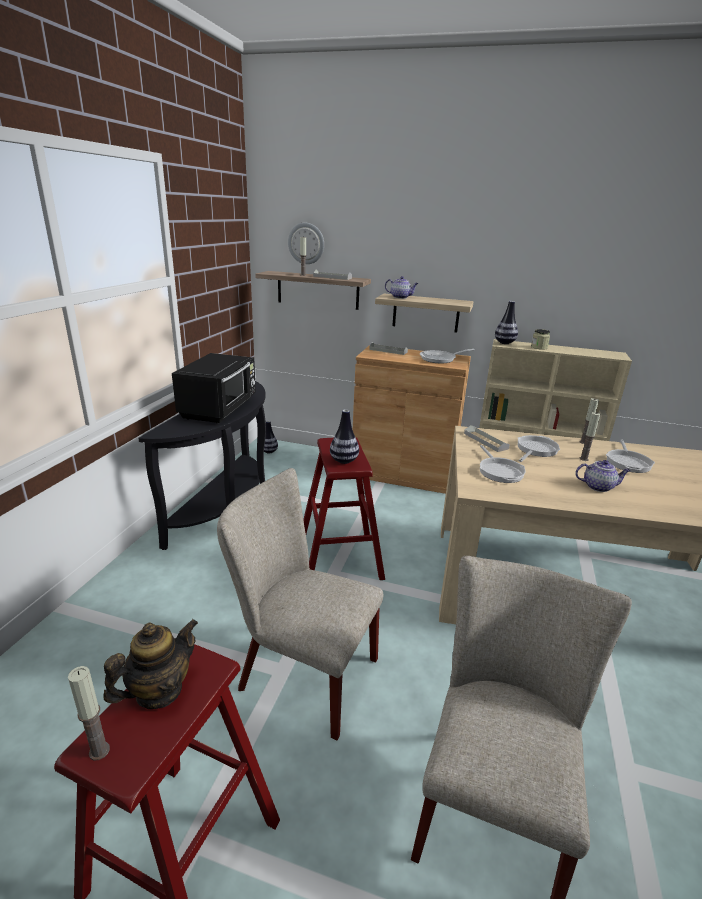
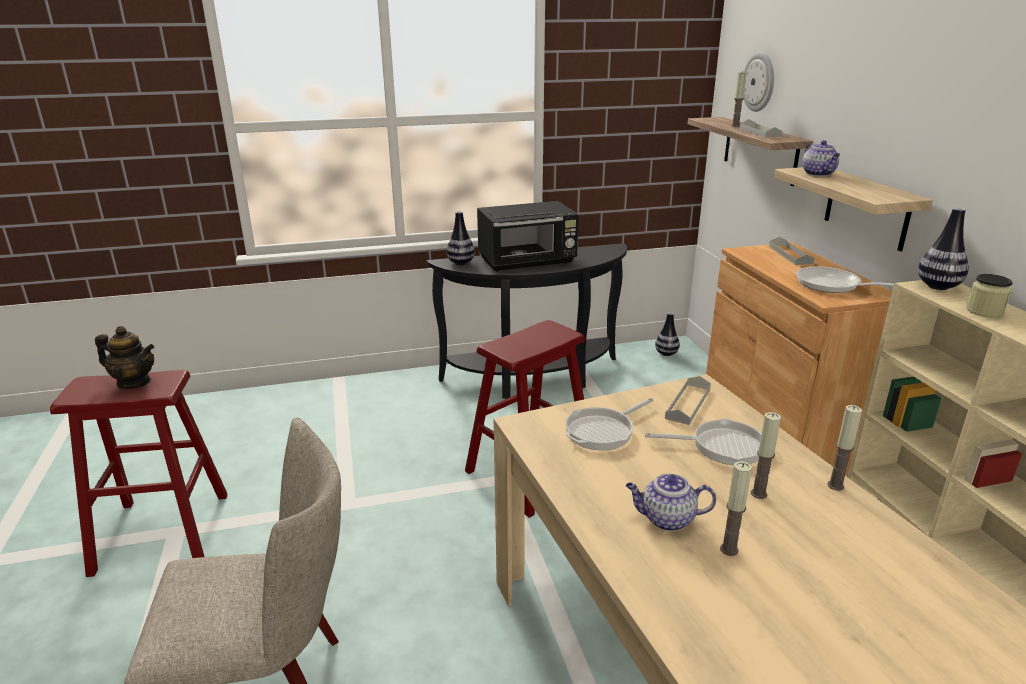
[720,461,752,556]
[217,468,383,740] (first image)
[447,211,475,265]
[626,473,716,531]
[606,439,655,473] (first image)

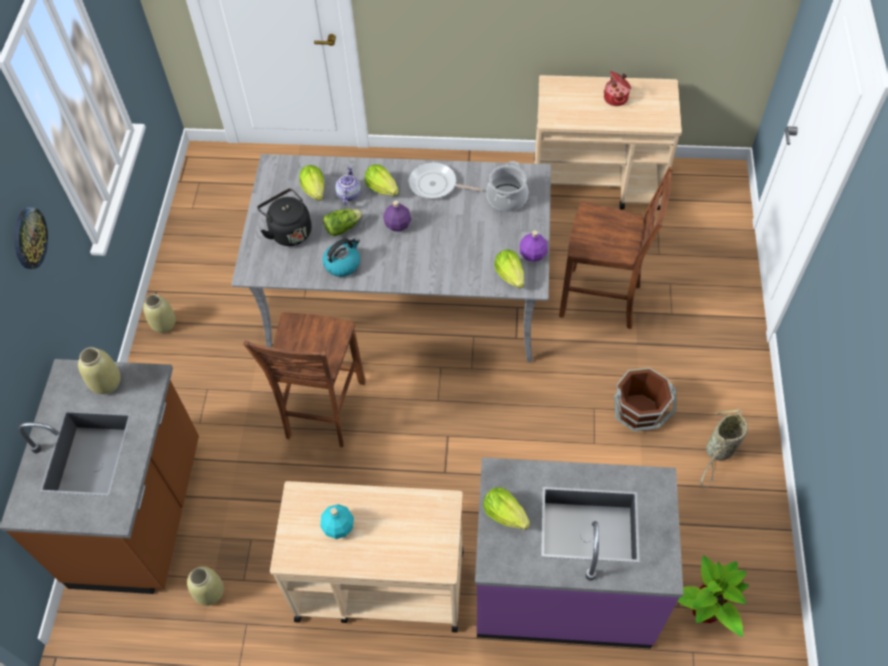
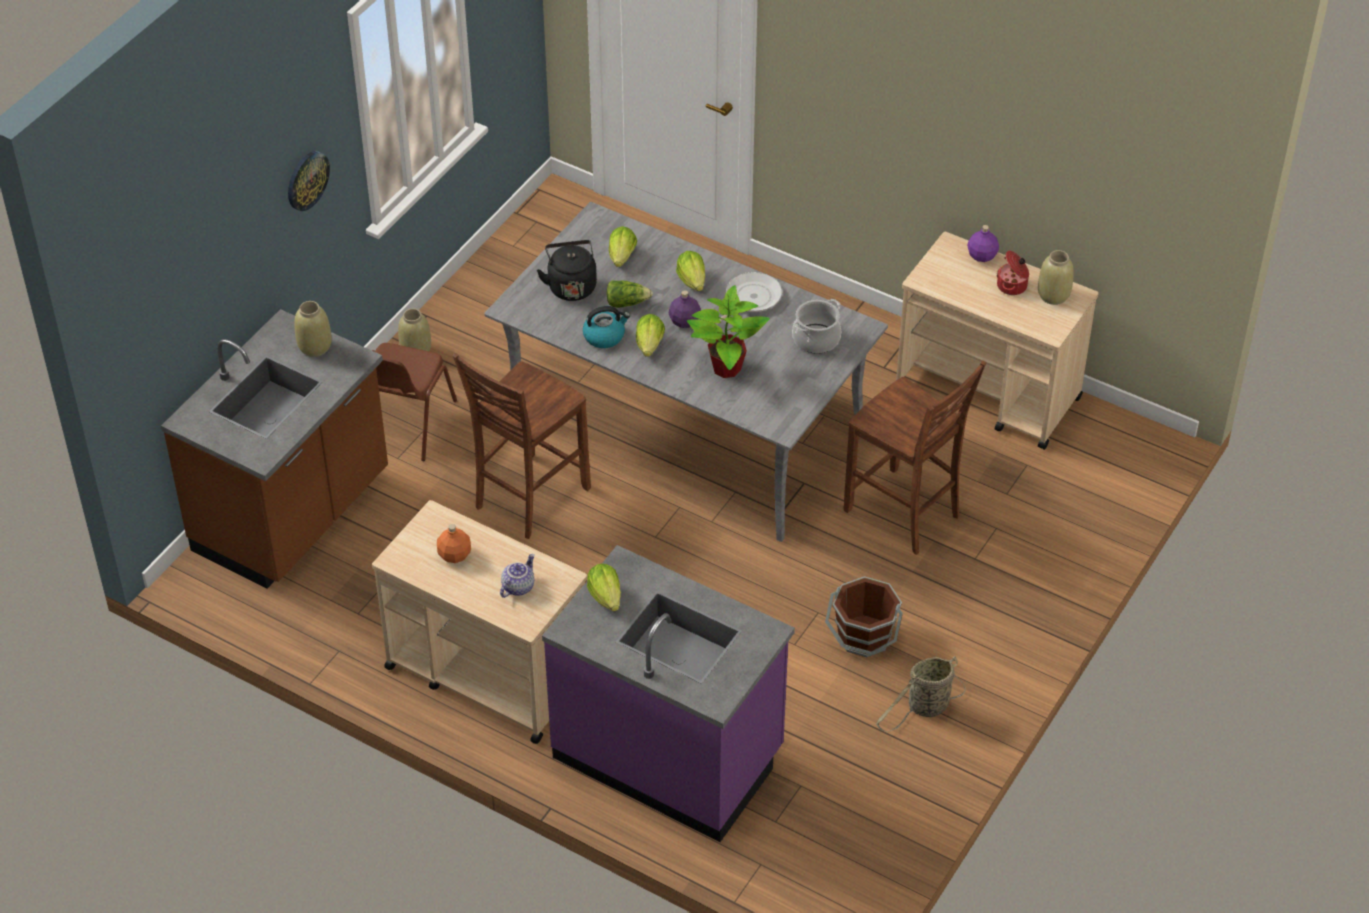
[1038,250,1074,305]
[437,524,471,563]
[500,554,535,598]
[714,272,782,325]
[636,314,665,357]
[967,225,999,262]
[687,285,770,378]
[372,343,457,461]

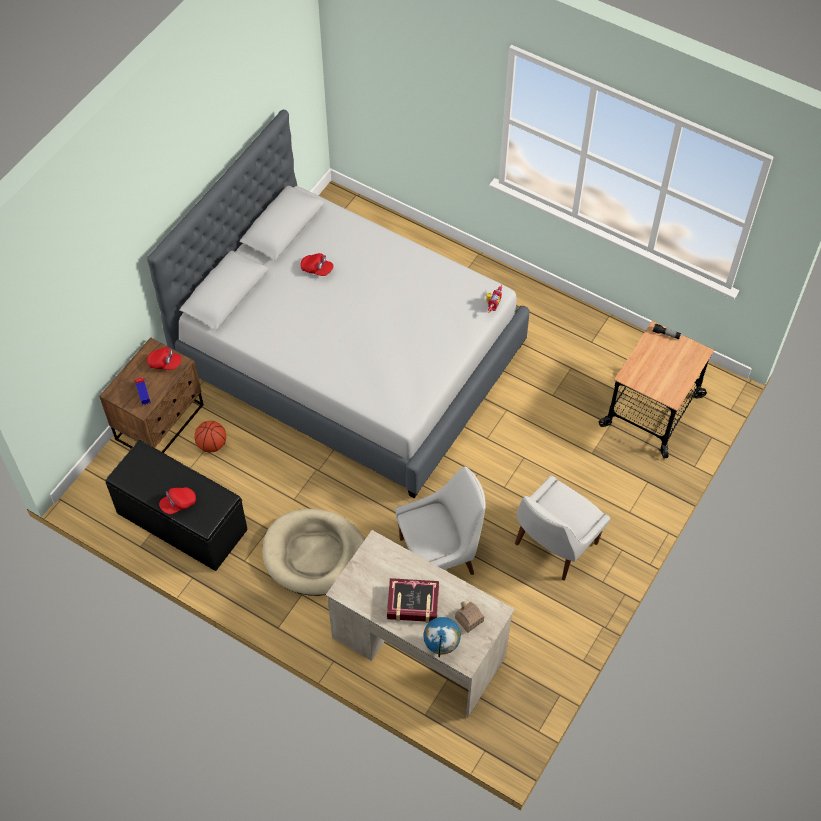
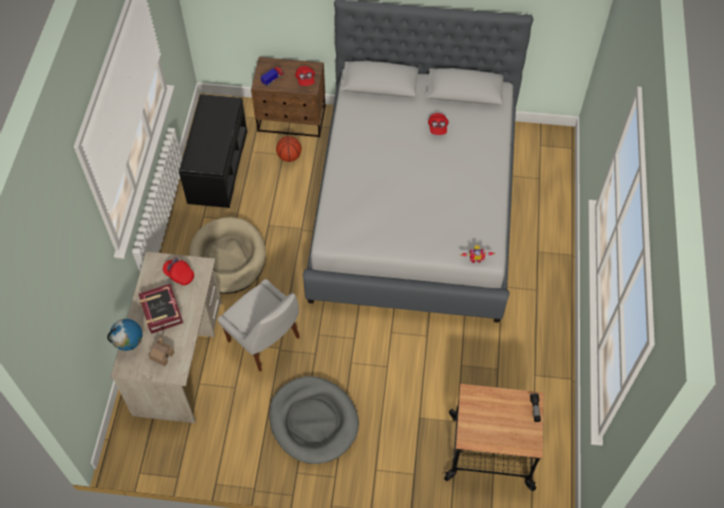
[163,258,194,285]
[269,376,359,464]

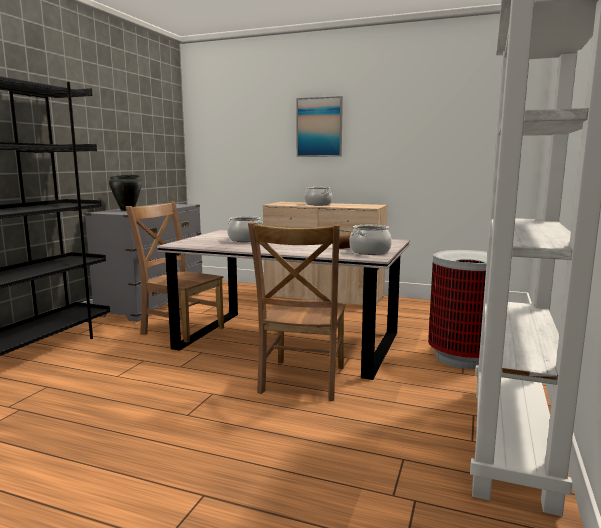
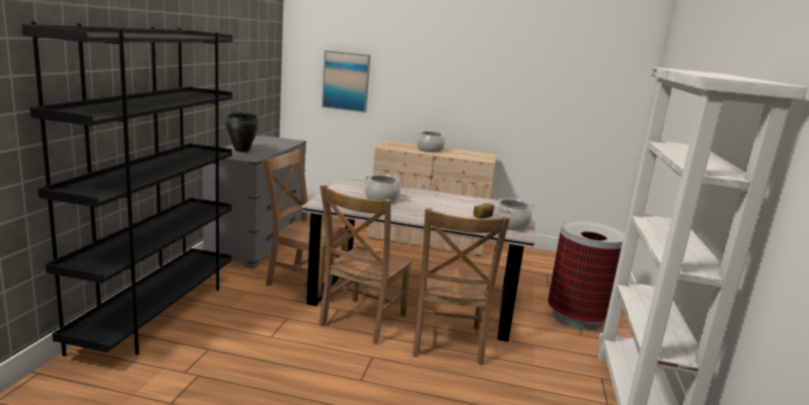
[322,50,370,113]
[319,185,412,344]

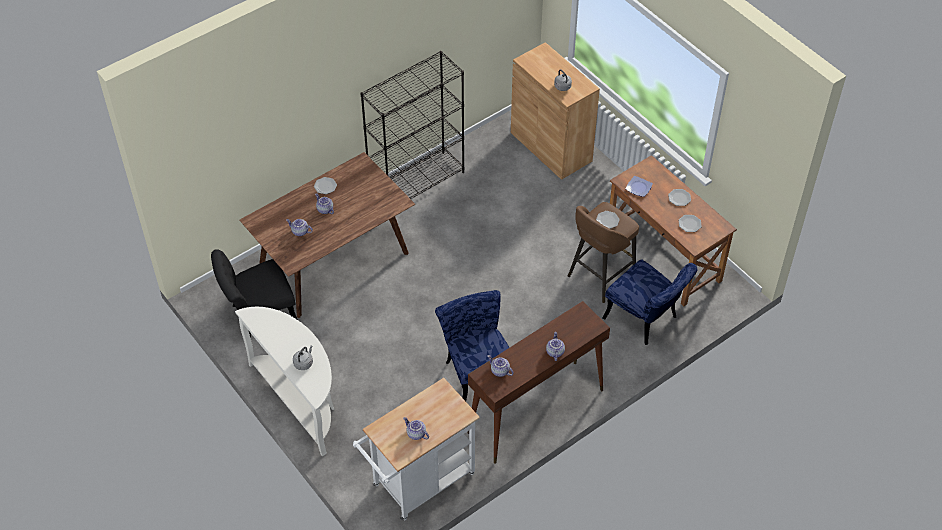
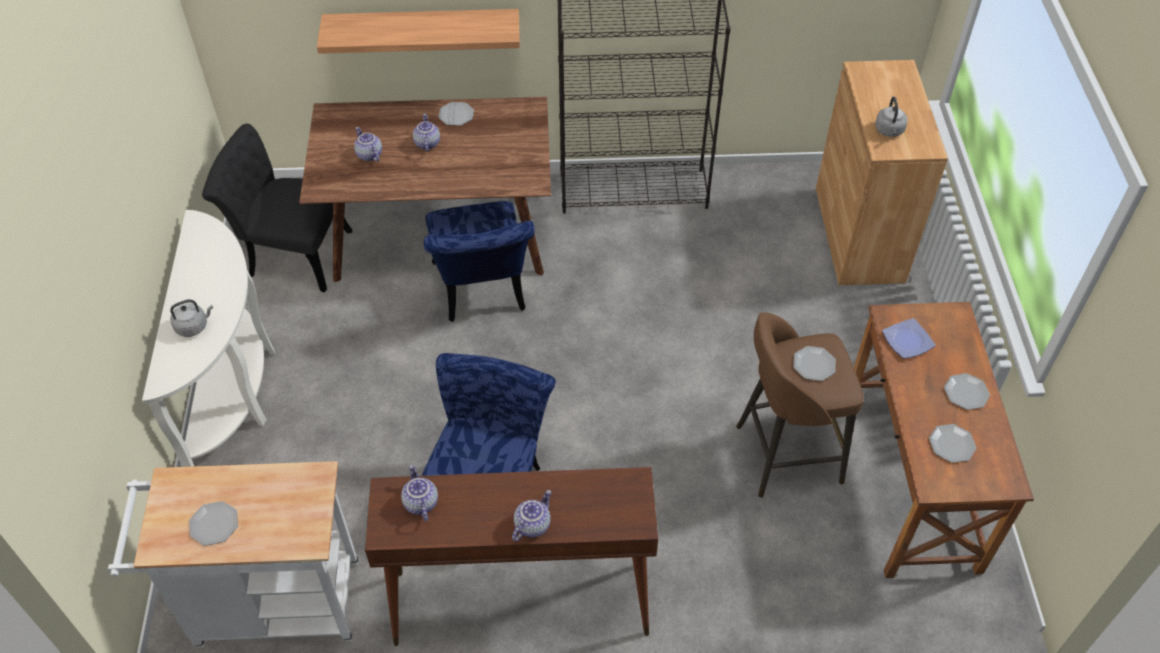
[189,501,238,546]
[424,201,535,322]
[317,9,520,54]

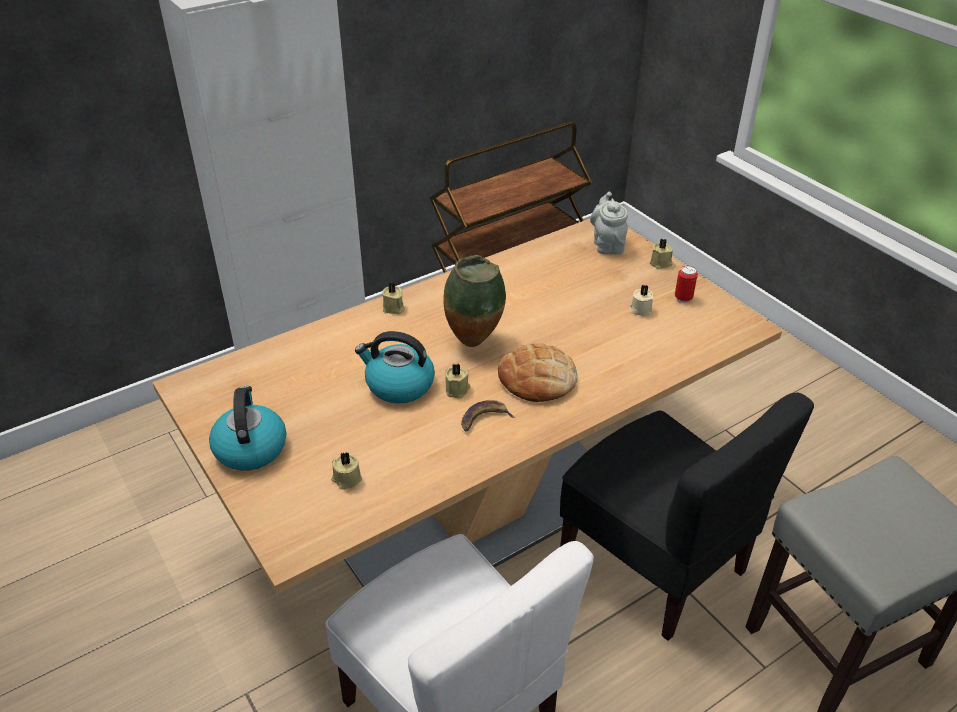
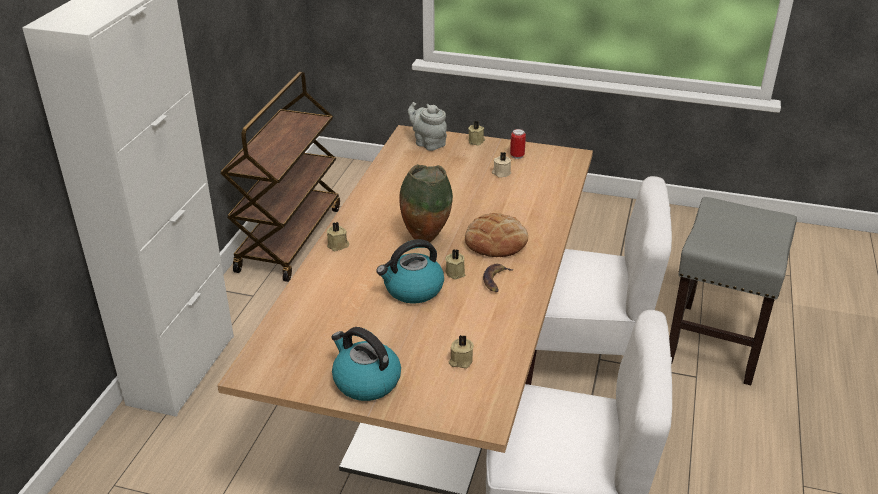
[525,176,672,385]

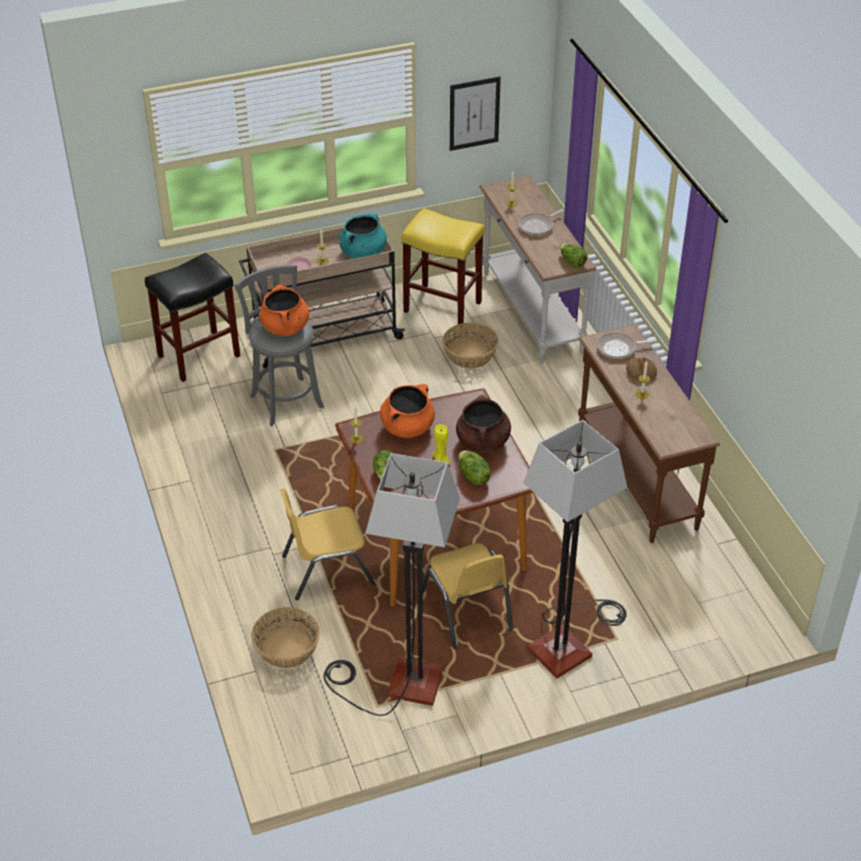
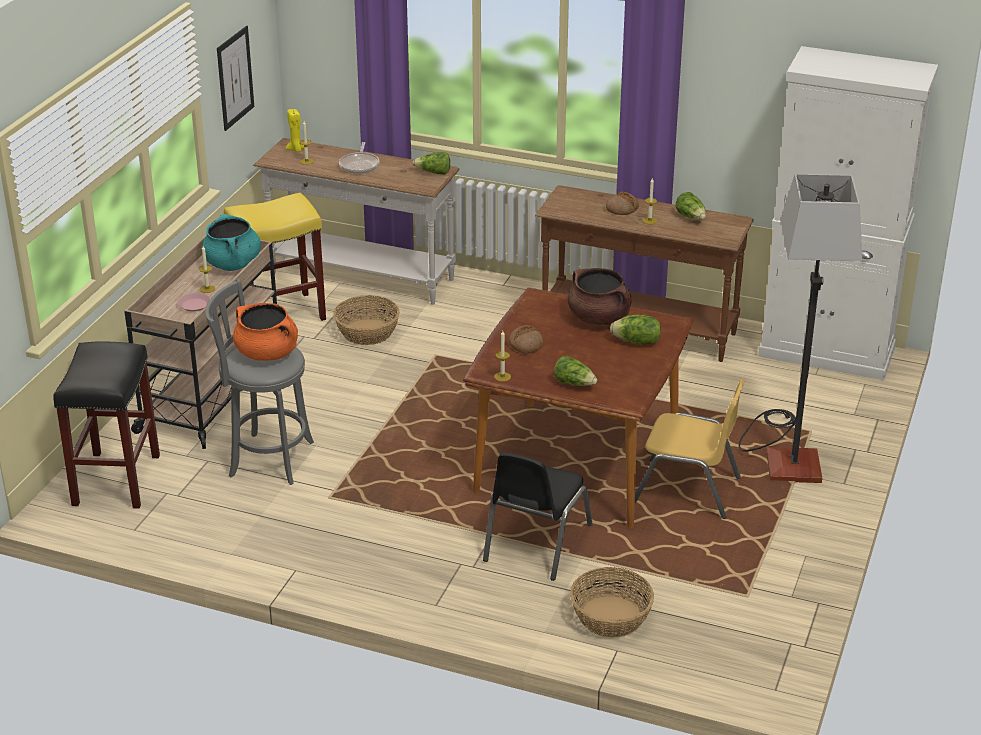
[483,452,593,581]
[324,453,460,716] (first image)
[509,325,543,354]
[285,109,304,152]
[597,332,657,359] (first image)
[676,192,706,220]
[758,46,938,380]

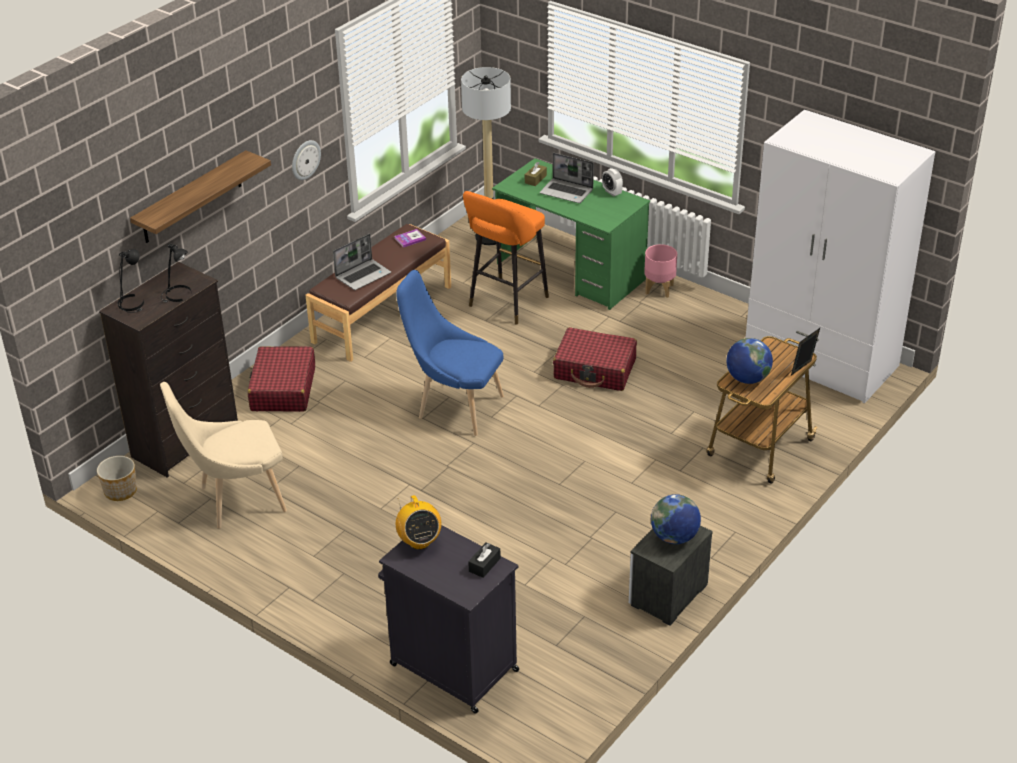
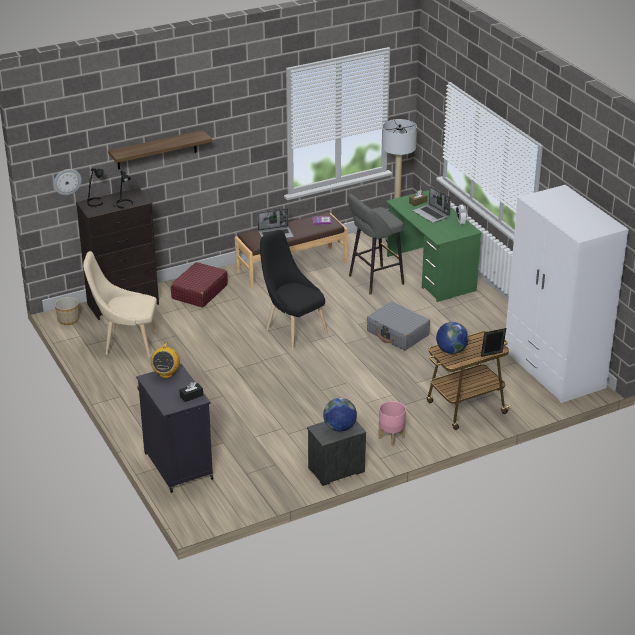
[54,169,82,195]
[260,230,328,349]
[348,194,404,295]
[367,302,430,350]
[378,401,406,446]

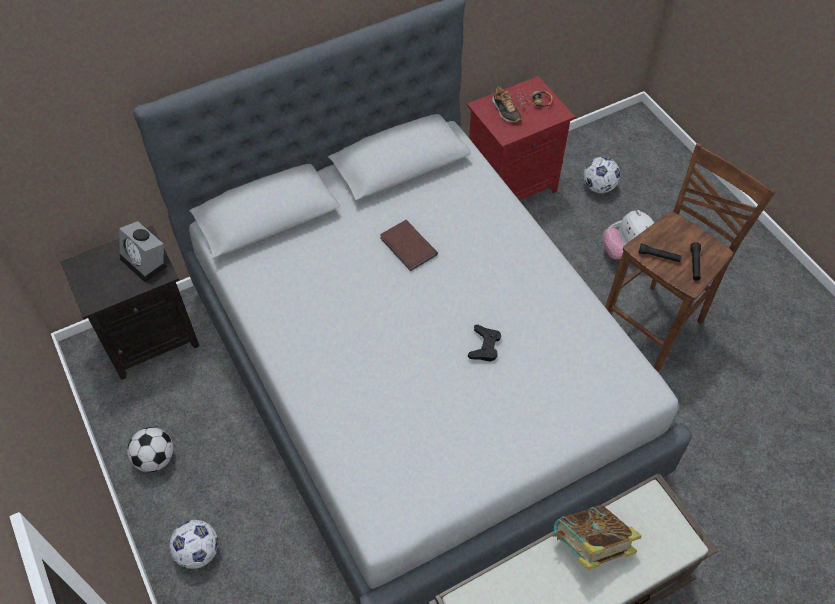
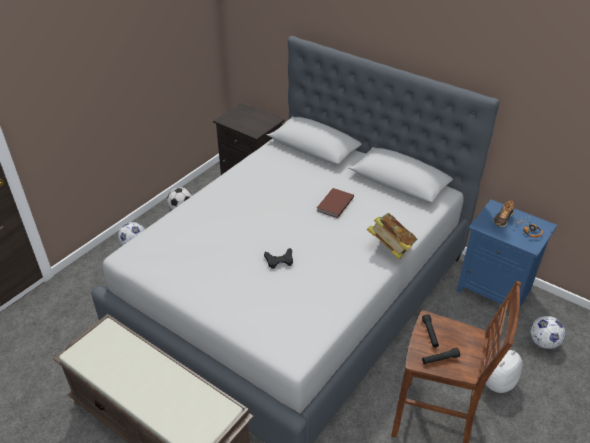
[119,221,167,282] (first image)
[457,200,557,308]
[367,213,417,259]

